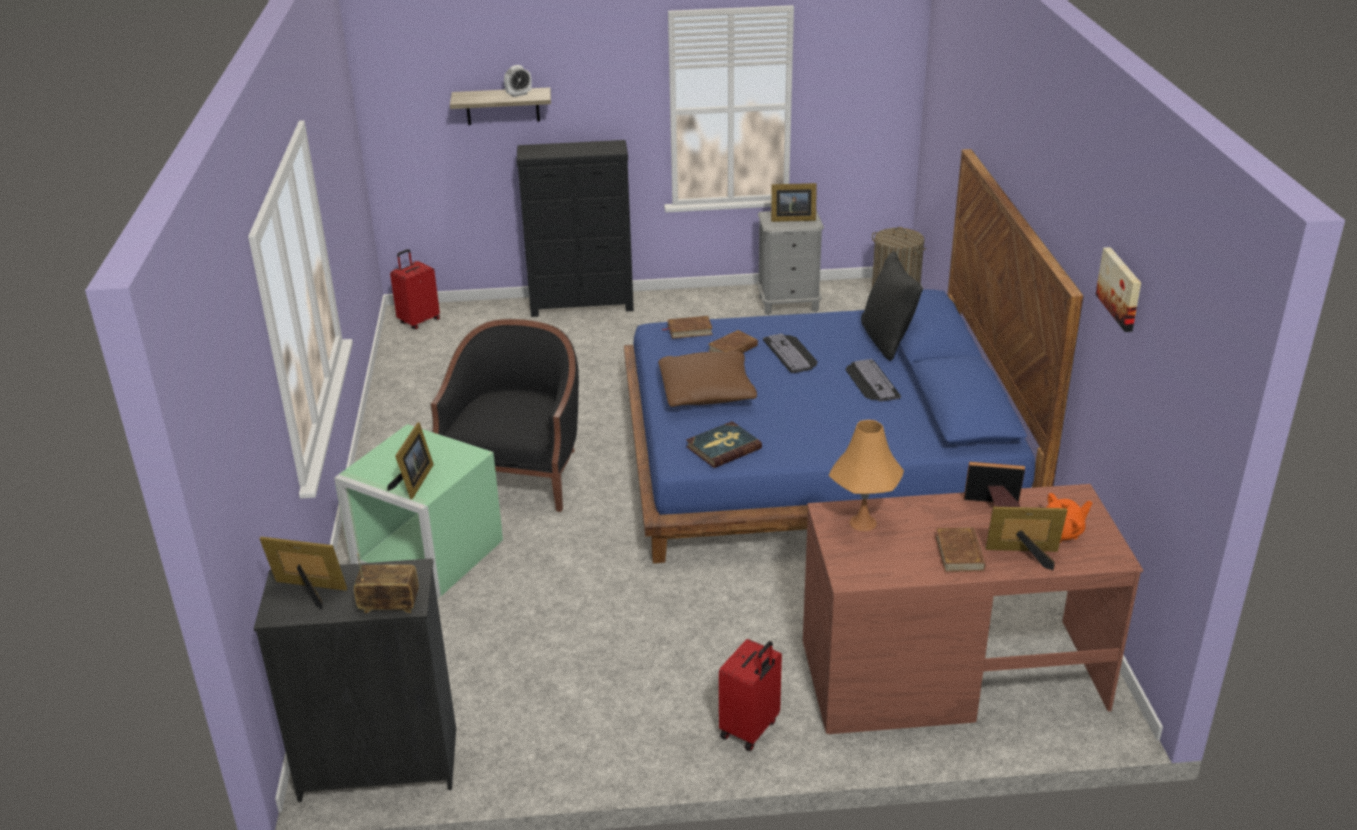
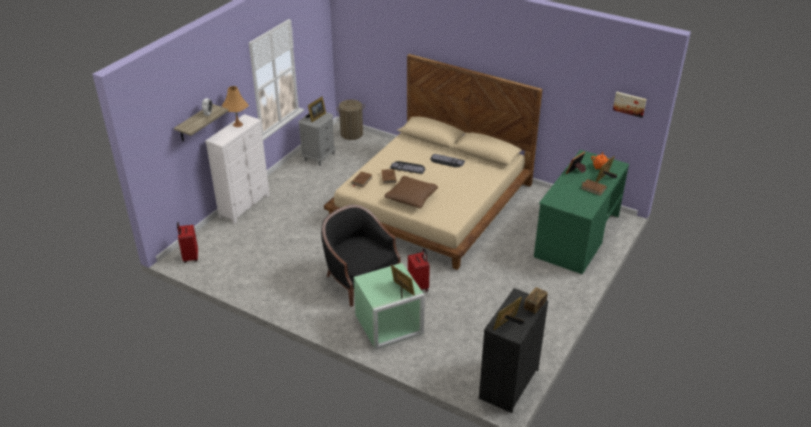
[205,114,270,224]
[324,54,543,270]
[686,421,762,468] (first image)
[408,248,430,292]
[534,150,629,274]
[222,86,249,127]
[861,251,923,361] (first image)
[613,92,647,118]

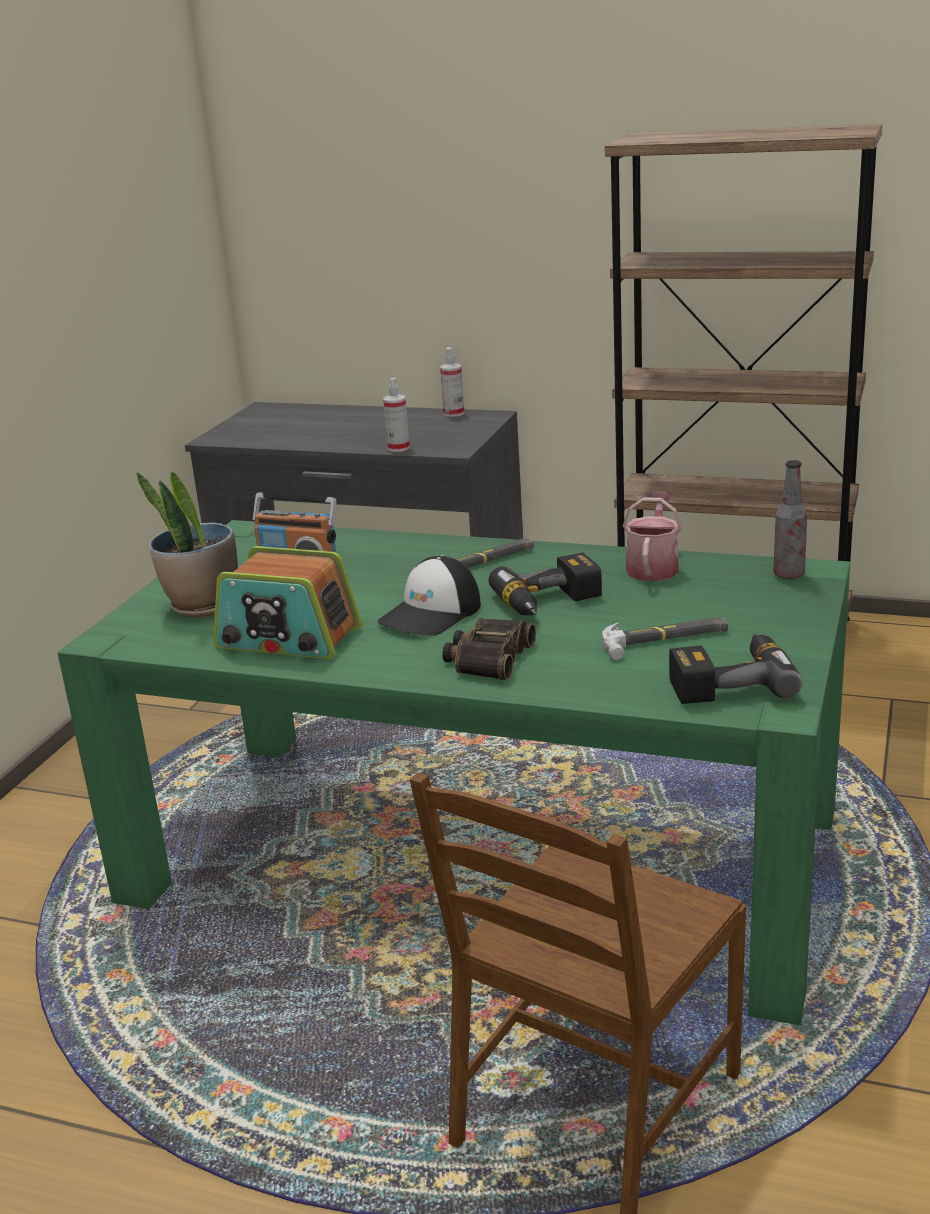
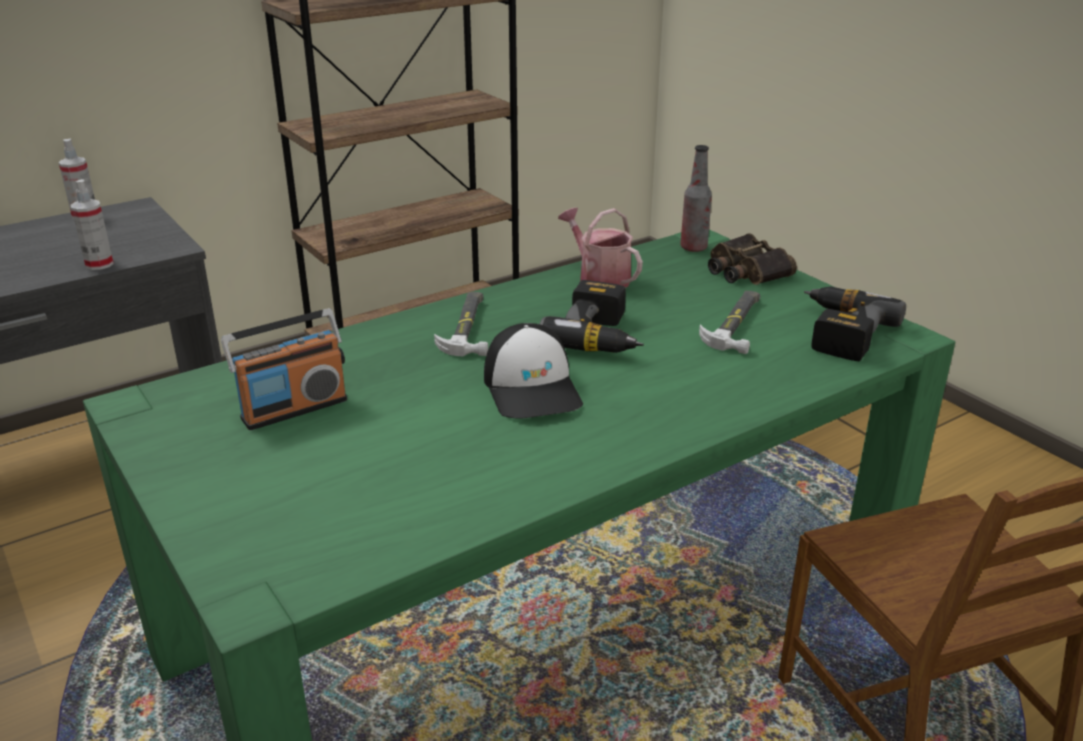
[137,472,238,617] (first image)
[213,546,362,659] (first image)
[708,233,797,285]

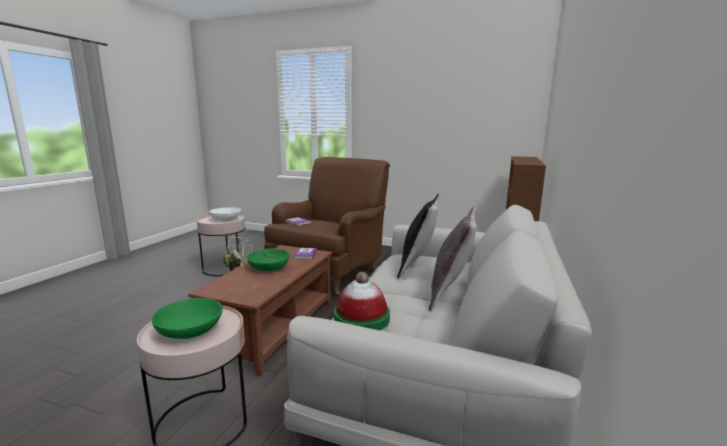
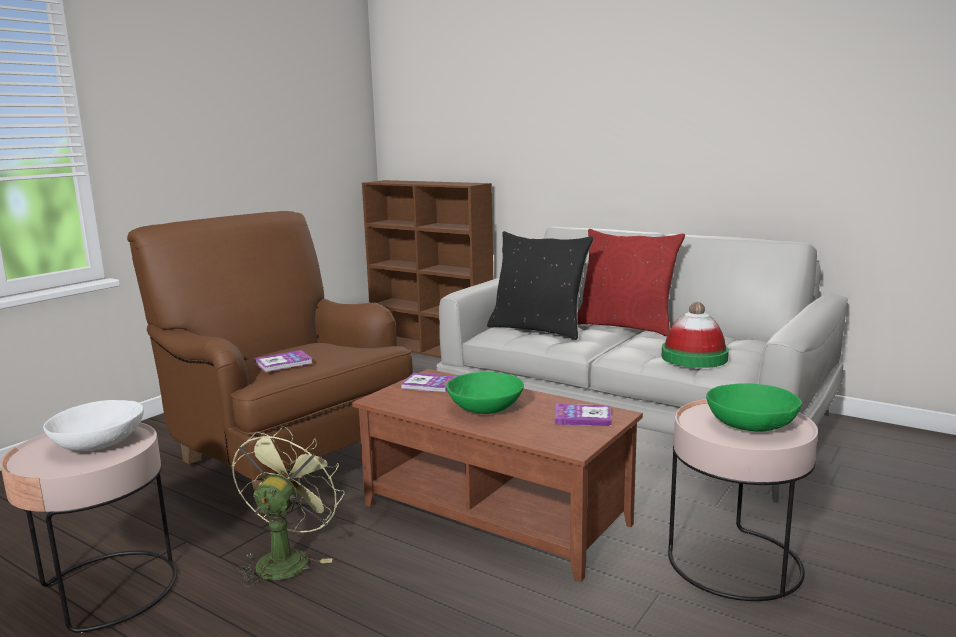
[577,229,685,337]
[555,404,612,426]

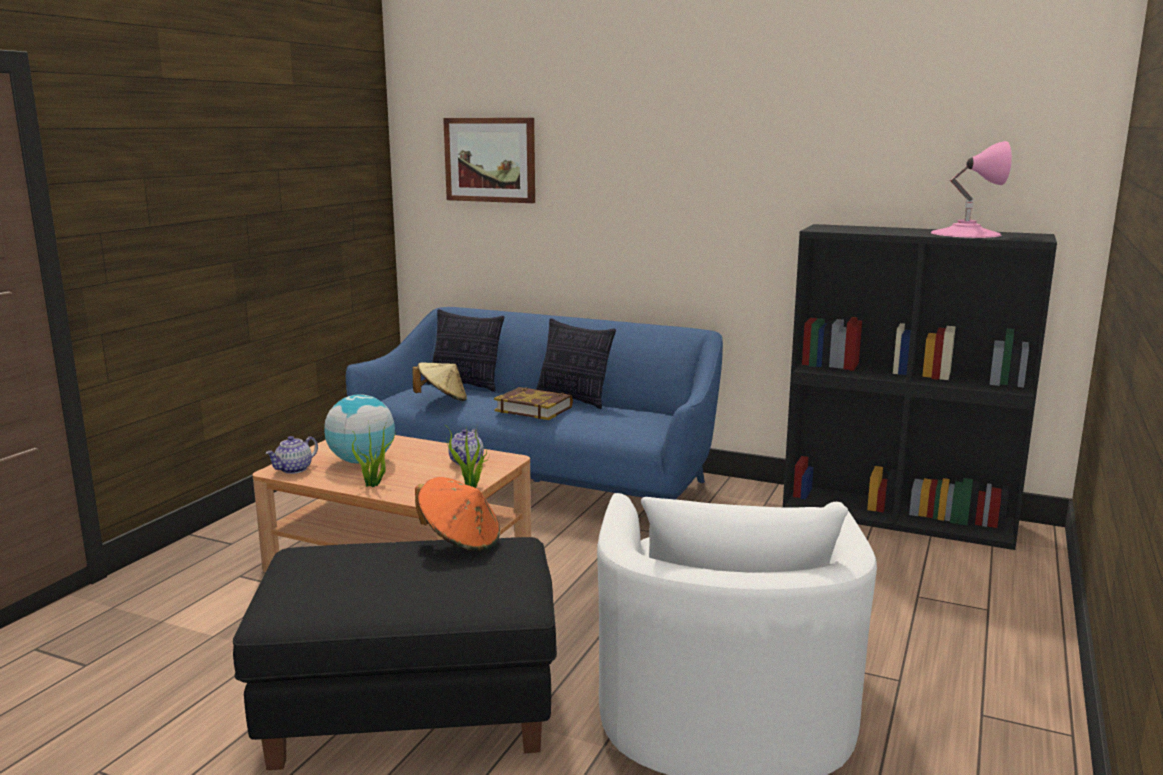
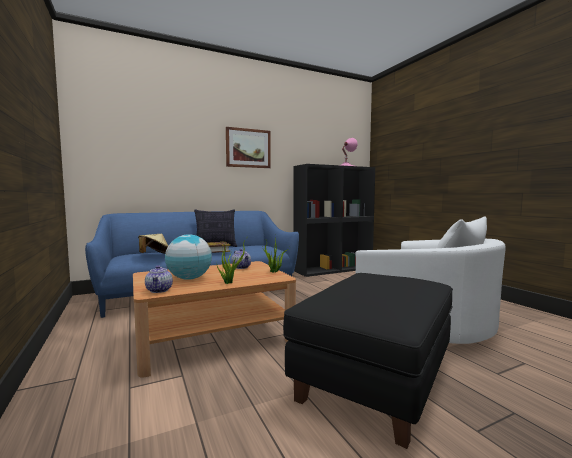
[415,477,500,552] (first image)
[427,309,504,392] (first image)
[226,127,271,168]

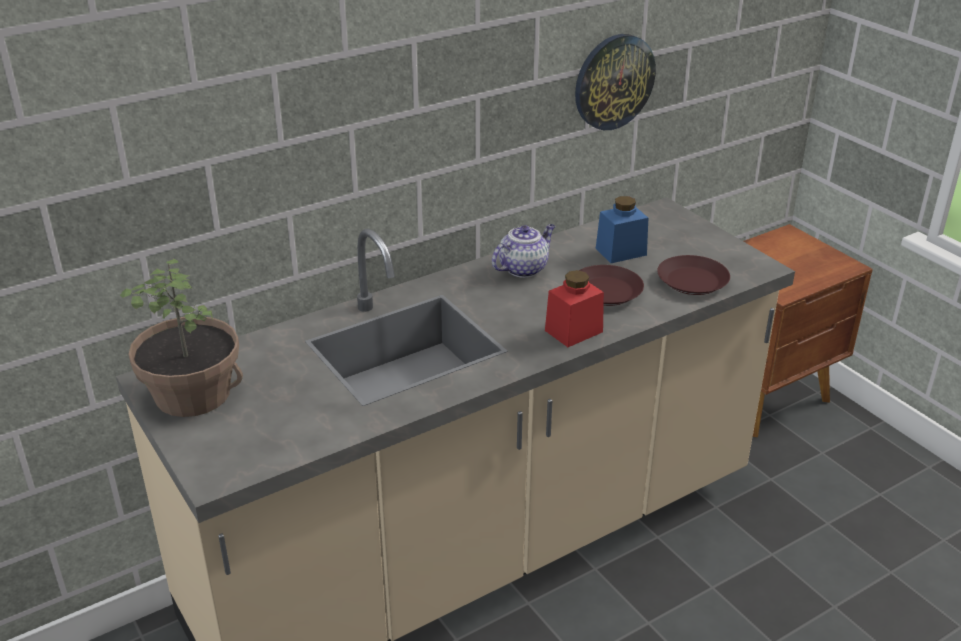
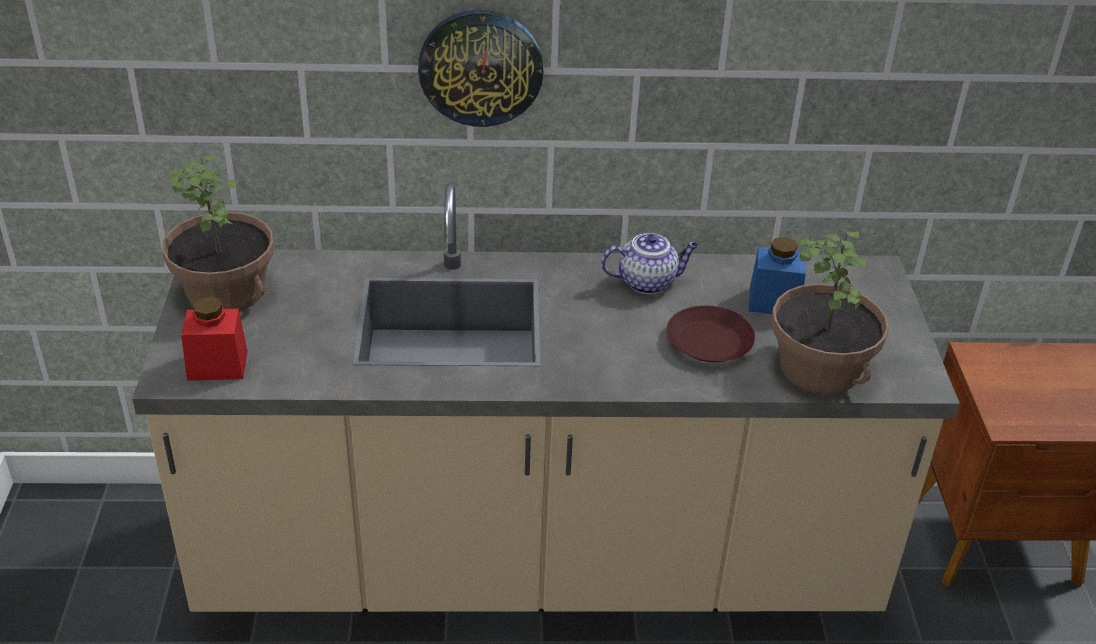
[181,296,248,381]
[418,10,543,127]
[772,231,889,394]

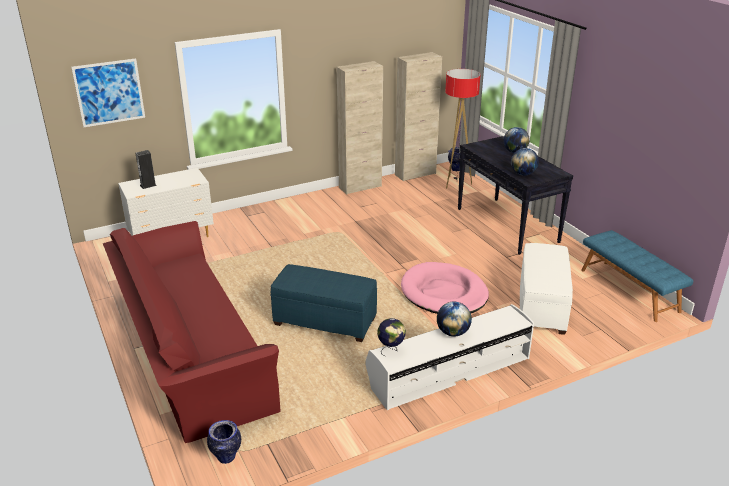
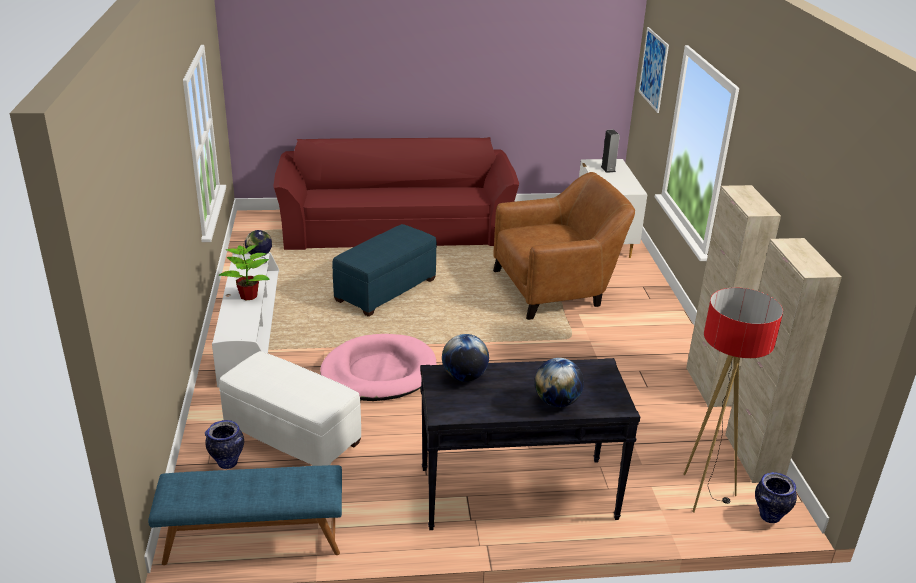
[205,420,244,469]
[218,245,270,300]
[493,172,635,320]

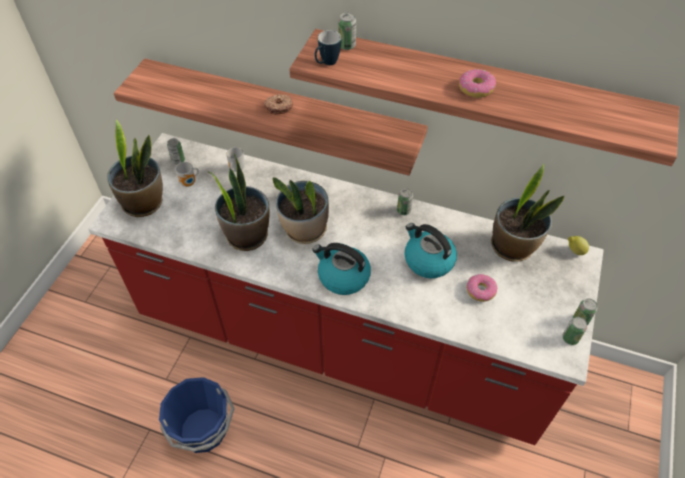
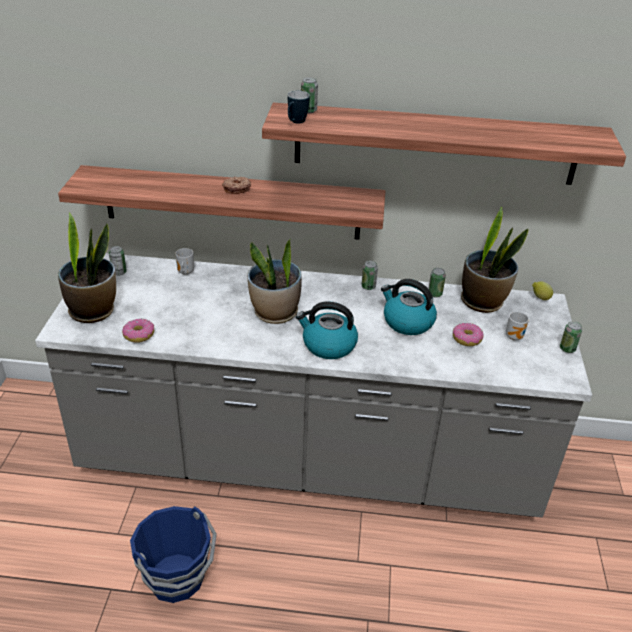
[35,253,592,517]
[506,312,529,341]
[208,153,269,251] (first image)
[122,318,154,343]
[428,268,446,297]

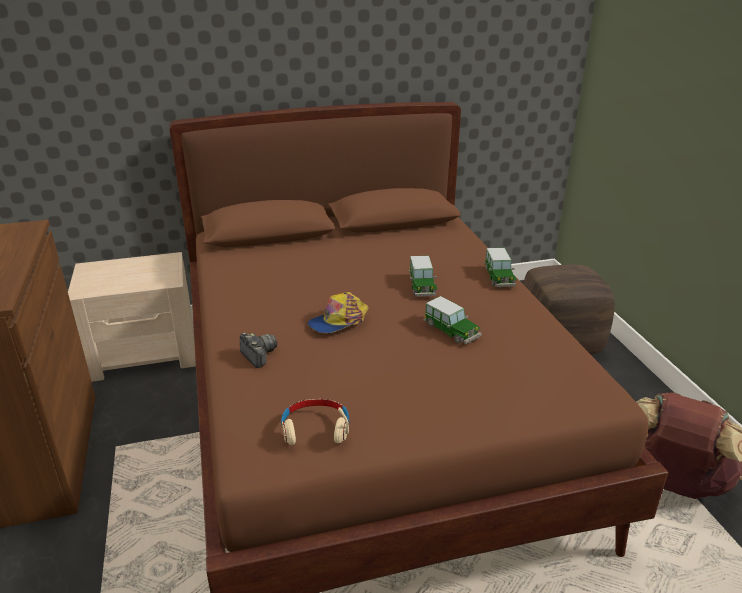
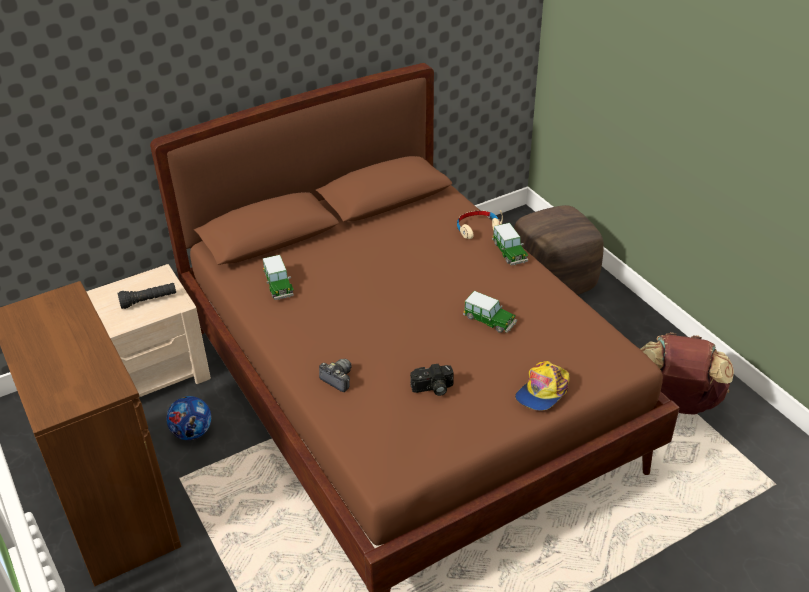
[457,210,503,239]
[515,361,570,411]
[263,255,294,300]
[118,283,176,309]
[166,396,211,440]
[410,364,454,396]

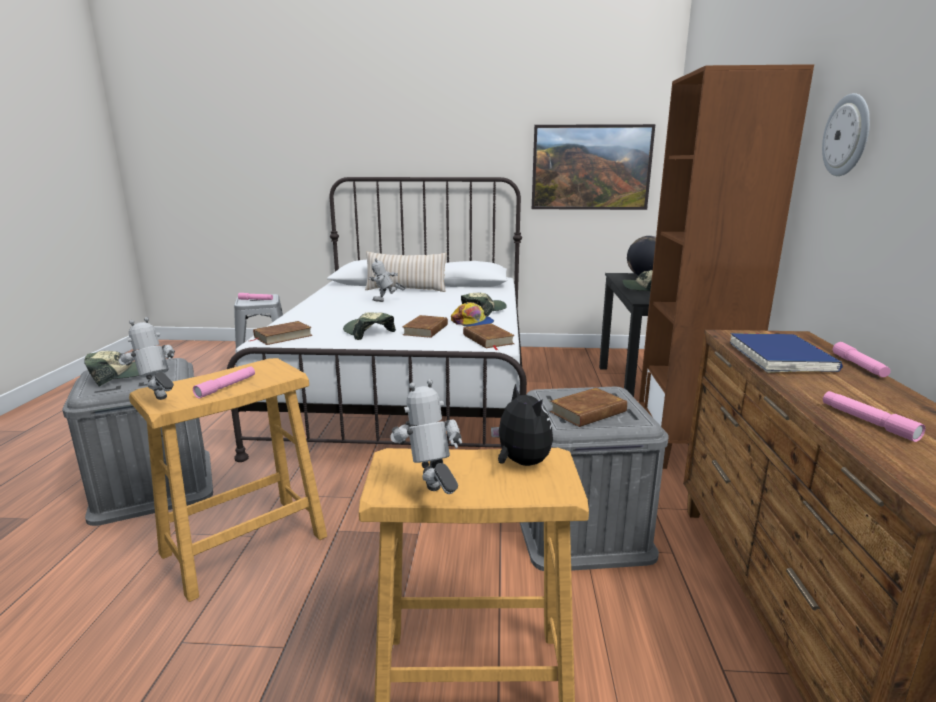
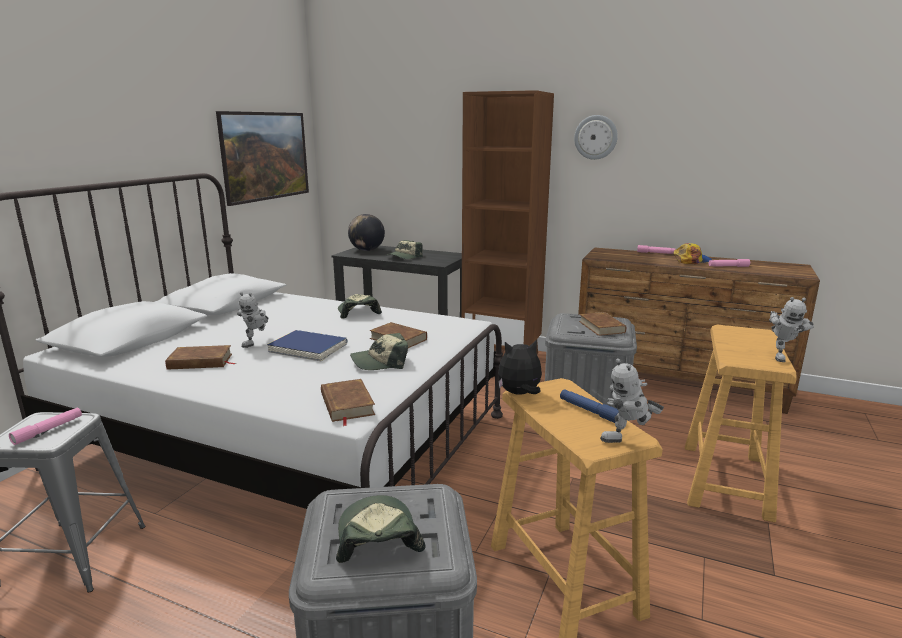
[560,389,619,423]
[365,252,446,292] (first image)
[769,297,814,362]
[673,243,712,264]
[165,345,236,370]
[498,340,542,395]
[267,330,348,361]

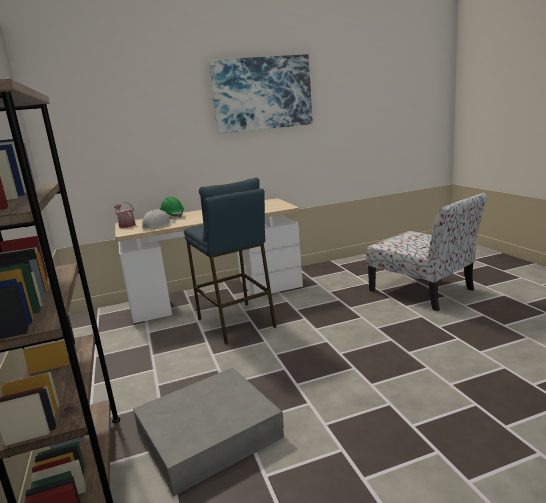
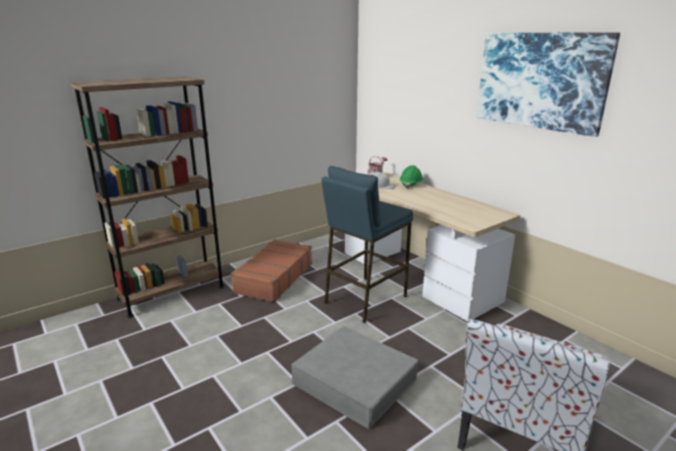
[291,326,419,429]
[231,239,312,302]

